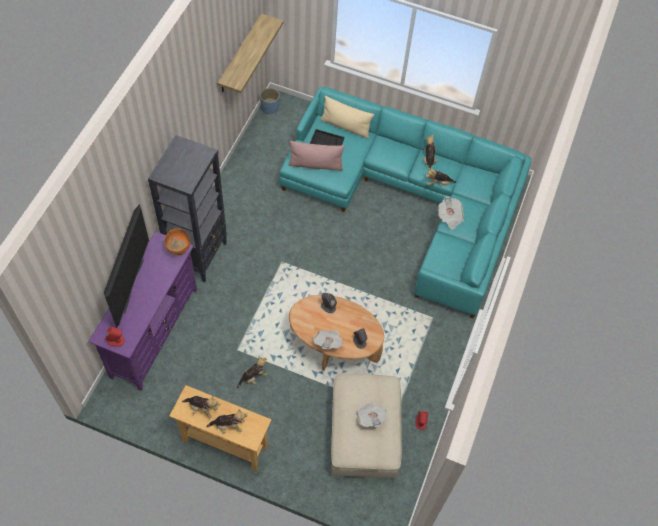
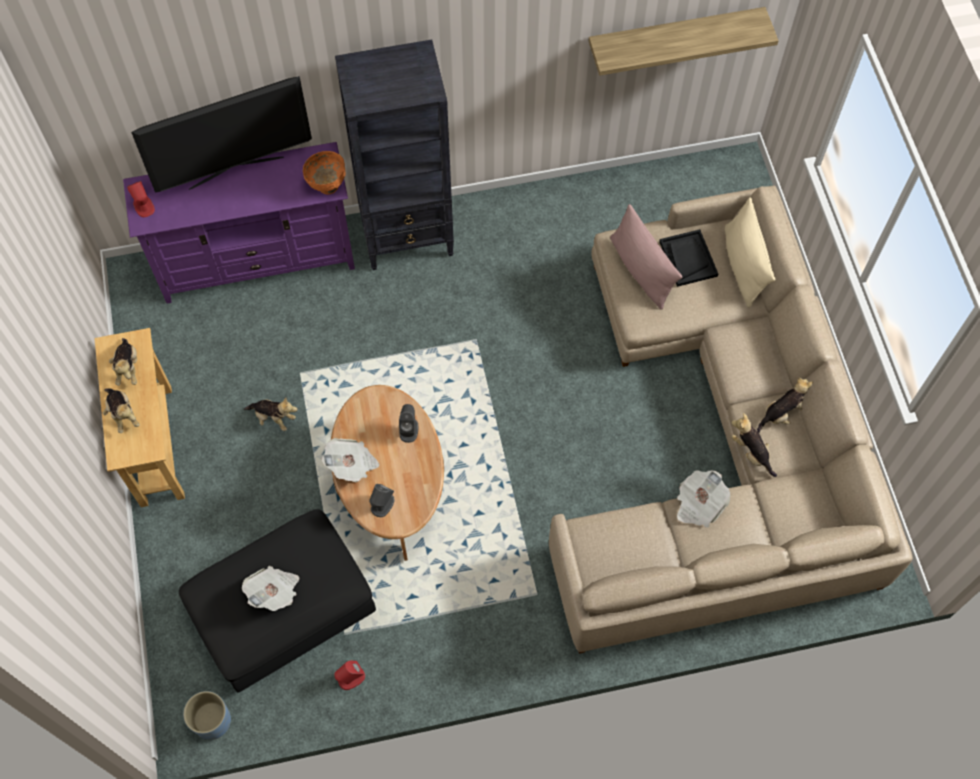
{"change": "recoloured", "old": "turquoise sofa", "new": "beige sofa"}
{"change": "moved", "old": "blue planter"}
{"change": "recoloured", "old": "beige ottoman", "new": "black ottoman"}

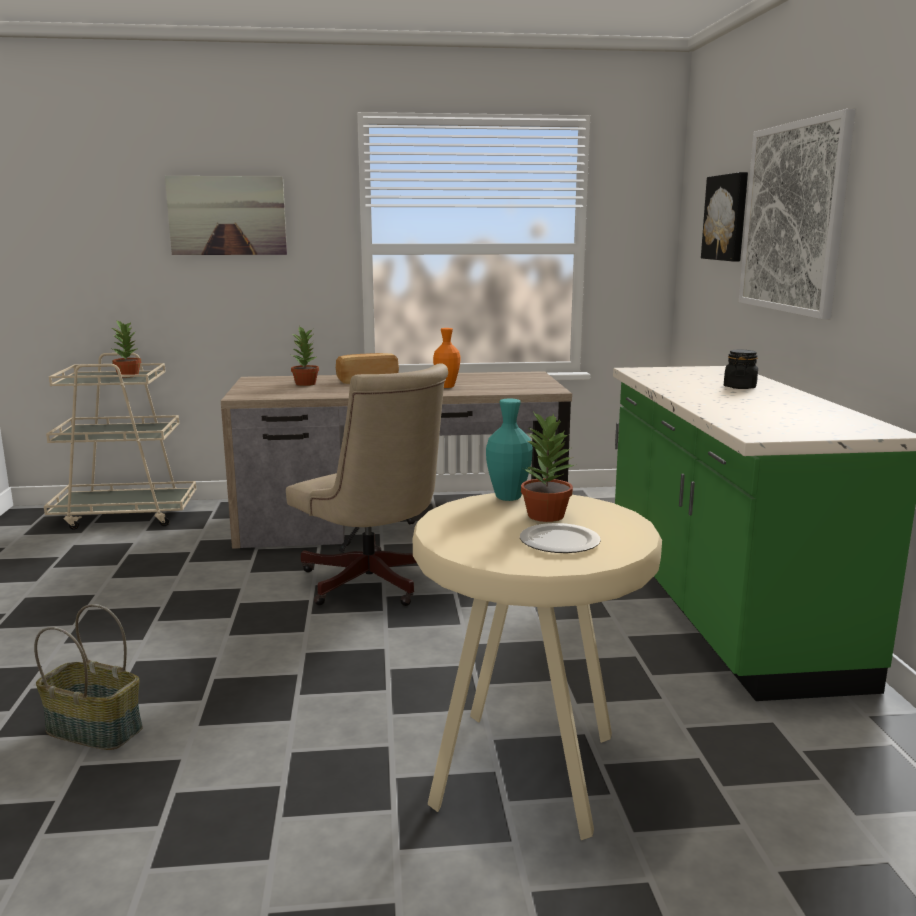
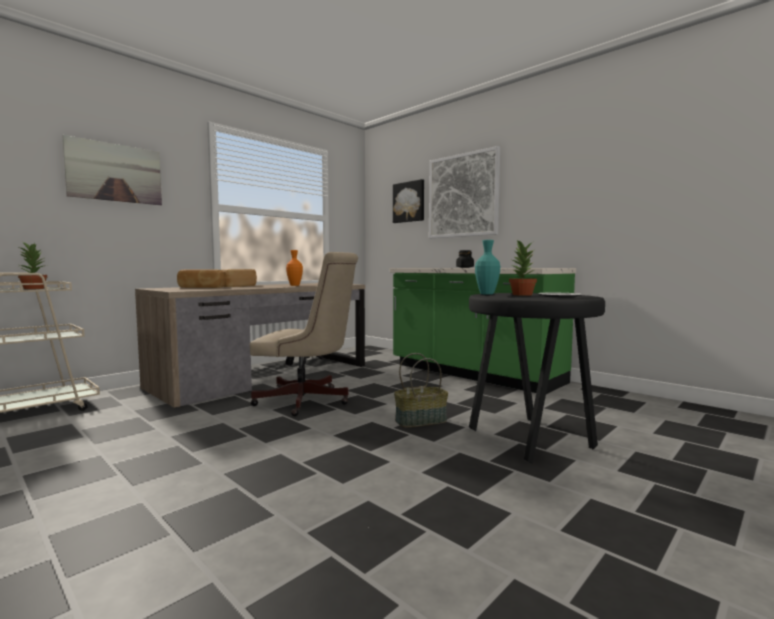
{"change": "replaced", "old": "potted plant (2nd from left)", "new": "bread (1st from left)"}
{"change": "recoloured", "old": "beige stool", "new": "black stool"}
{"change": "moved", "old": "basket"}

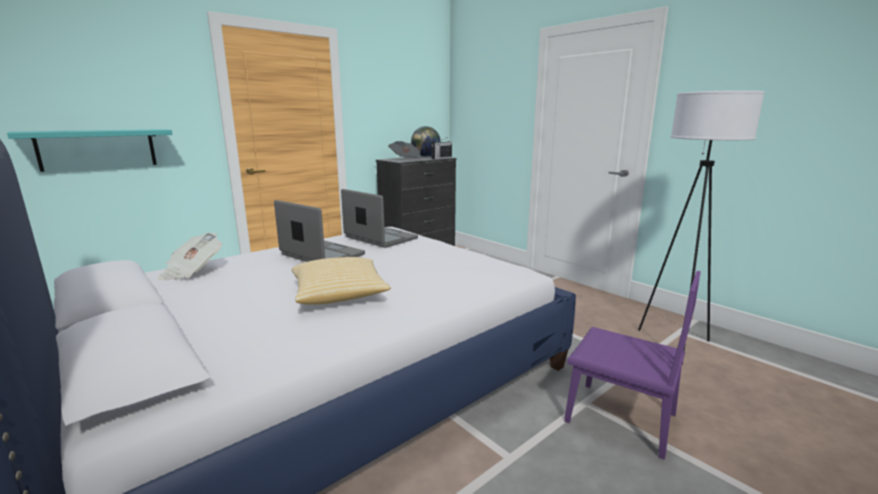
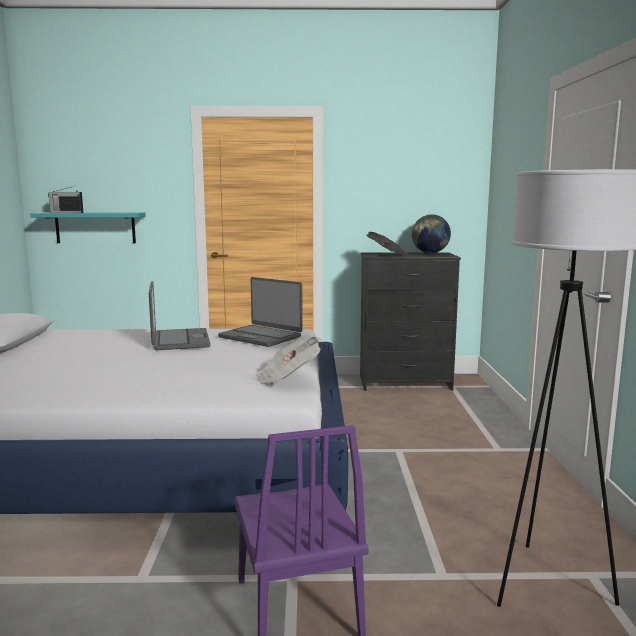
{"change": "moved", "old": "radio"}
{"change": "turned", "old": "laptop (2nd from left)", "degrees": 135}
{"change": "moved", "old": "newspaper (1st from left)"}
{"change": "removed", "old": "pillow"}

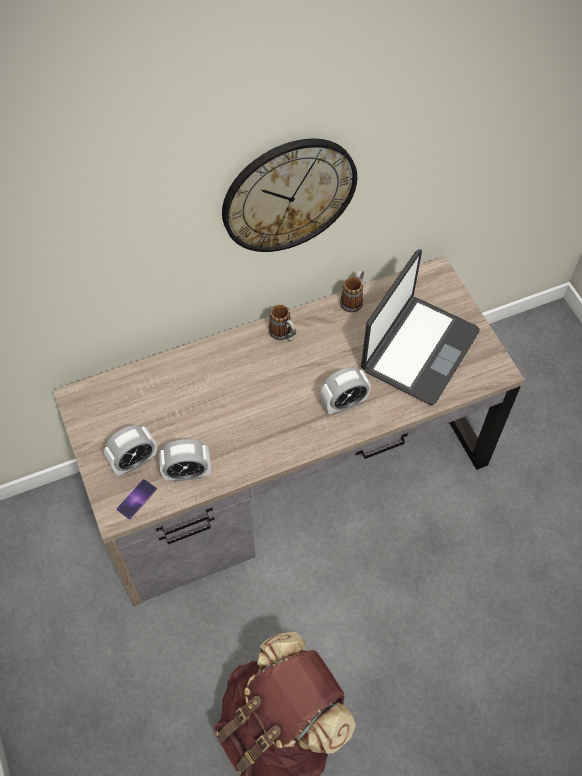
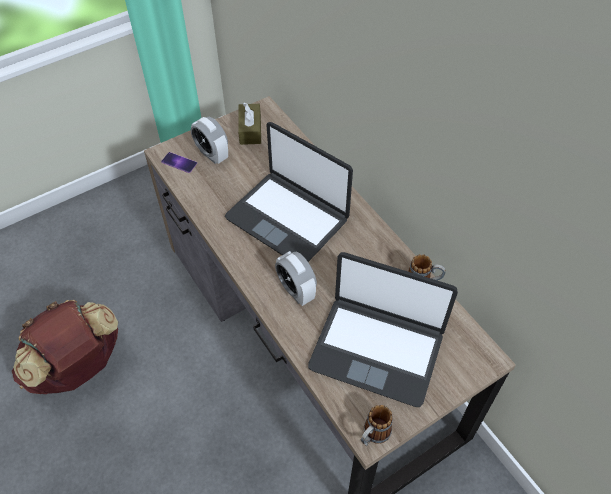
{"change": "removed", "old": "wall clock"}
{"change": "moved", "old": "mug (1st from left)"}
{"change": "removed", "old": "alarm clock (2nd from left)"}
{"change": "added", "new": "brown tissue box"}
{"change": "added", "new": "laptop (1st from left)"}

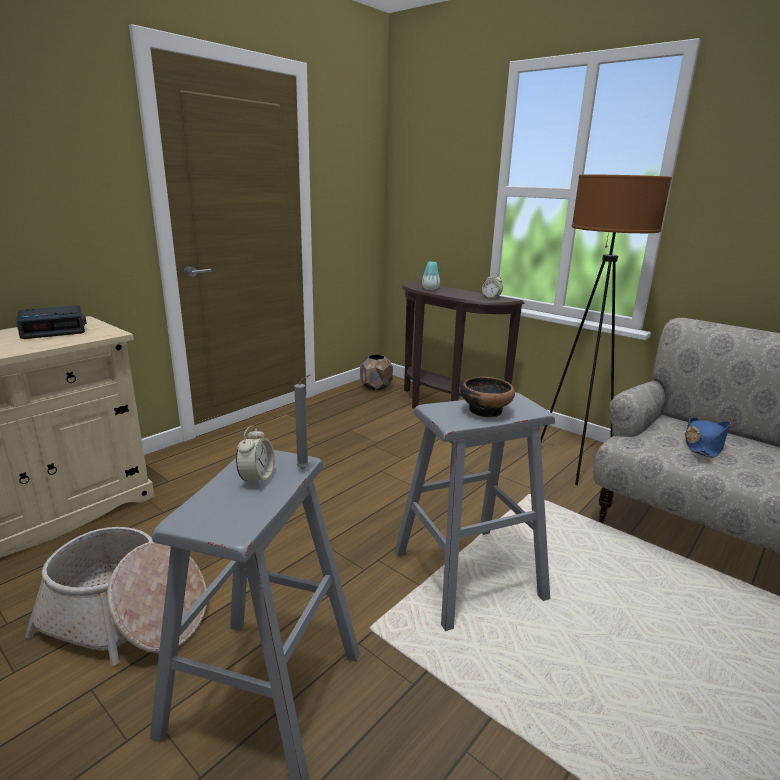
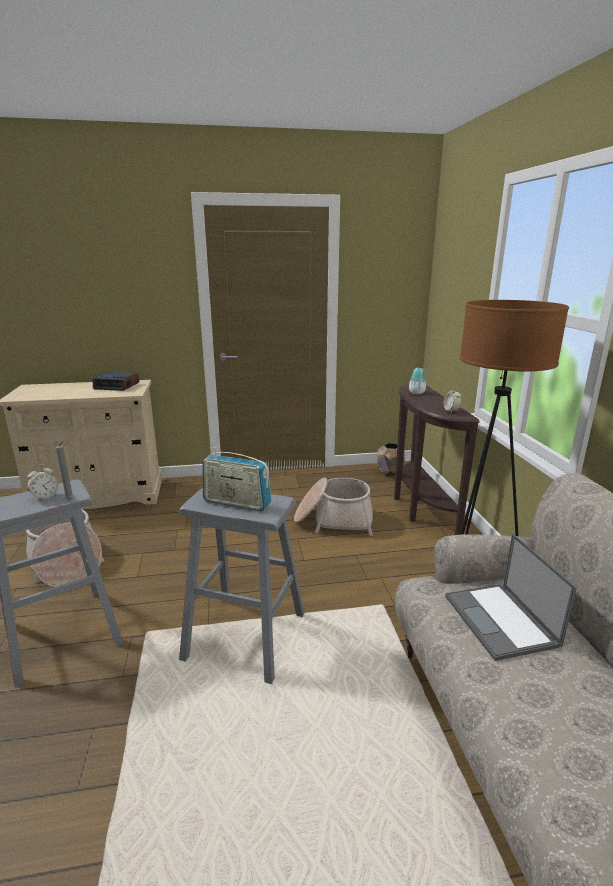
{"change": "replaced", "old": "bowl", "new": "radio"}
{"change": "replaced", "old": "blue hat", "new": "laptop"}
{"change": "added", "new": "basket (2nd from left)"}

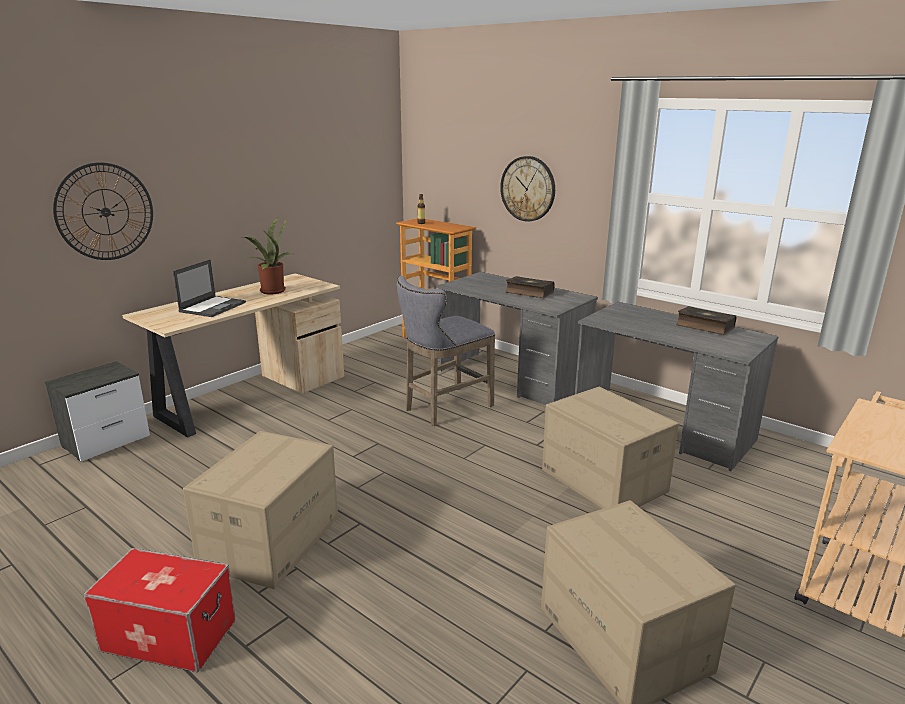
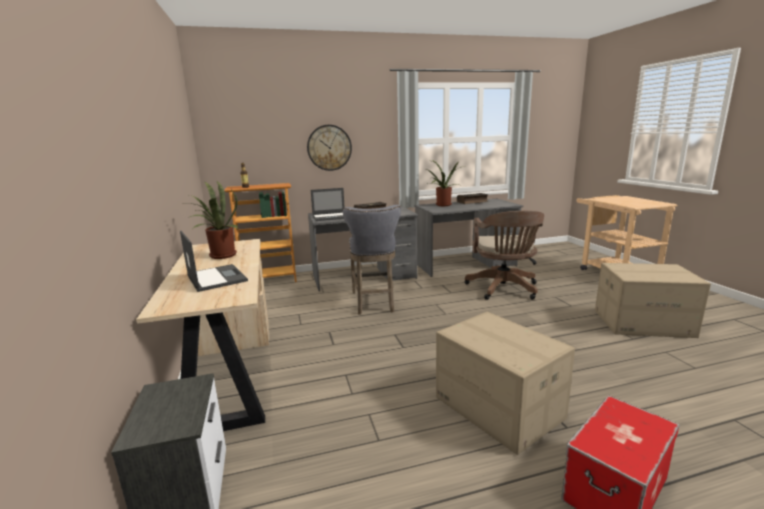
{"change": "removed", "old": "wall clock (1st from left)"}
{"change": "replaced", "old": "cardboard box (2nd from left)", "new": "brown office chair"}
{"change": "added", "new": "potted plant (2nd from left)"}
{"change": "added", "new": "laptop (2nd from left)"}

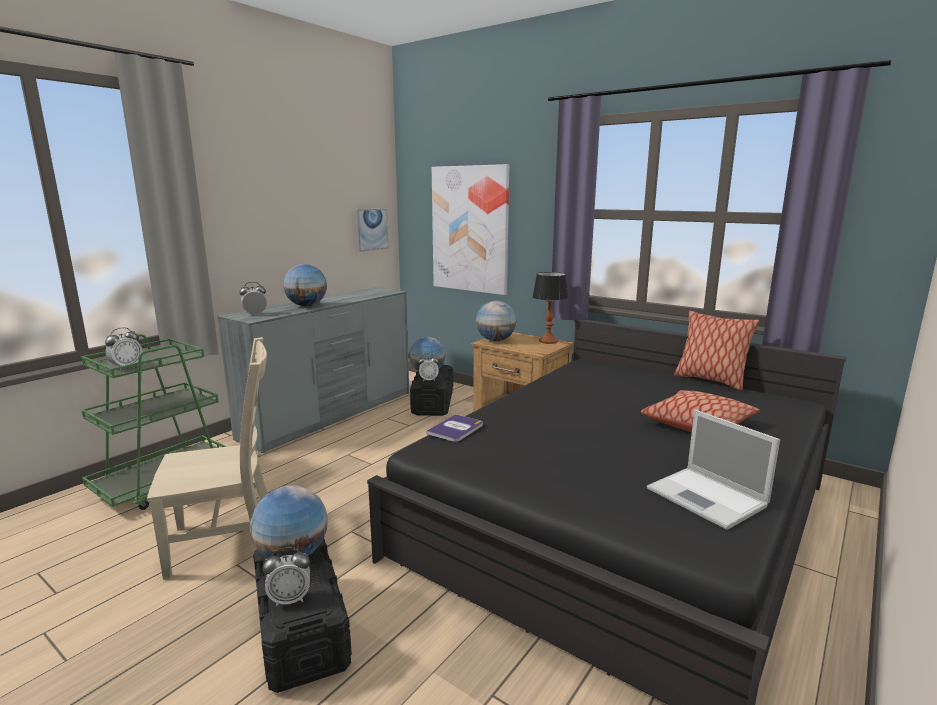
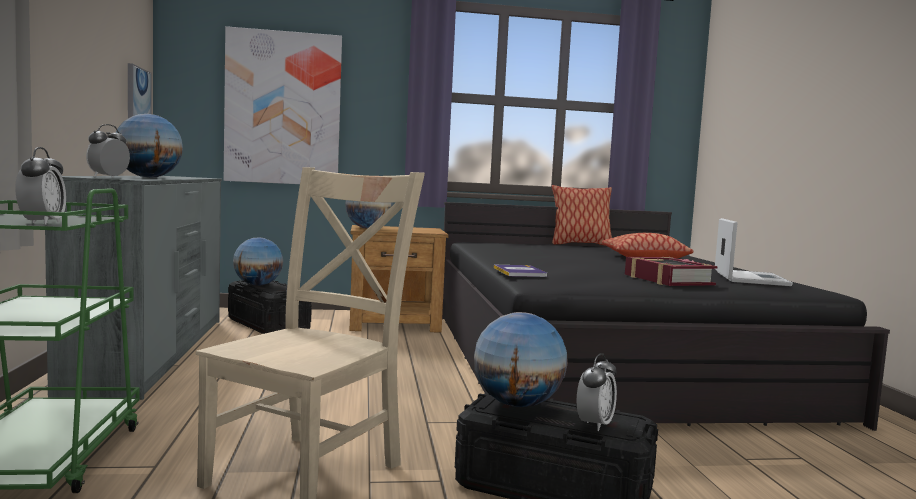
{"change": "removed", "old": "table lamp"}
{"change": "removed", "old": "alarm clock (4th from left)"}
{"change": "turned", "old": "laptop", "degrees": -90}
{"change": "added", "new": "book (2nd from left)"}

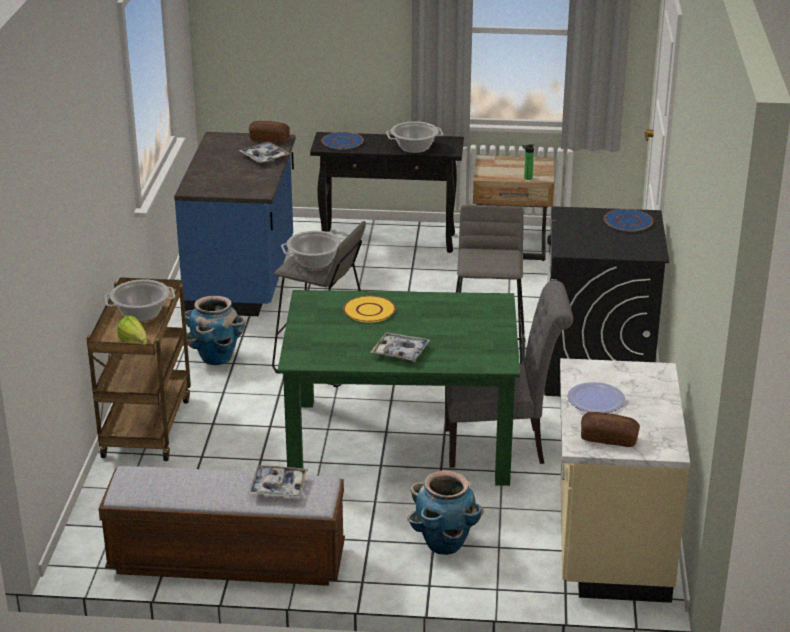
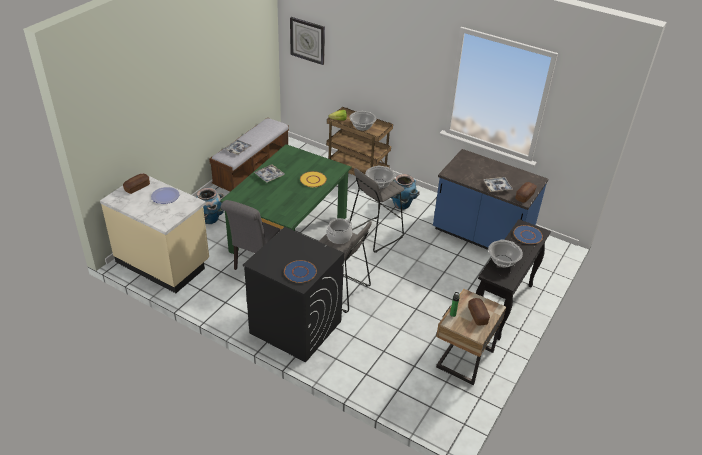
{"change": "added", "new": "wall clock"}
{"change": "added", "new": "cooking pot (1st from left)"}
{"change": "added", "new": "bread (2nd from left)"}

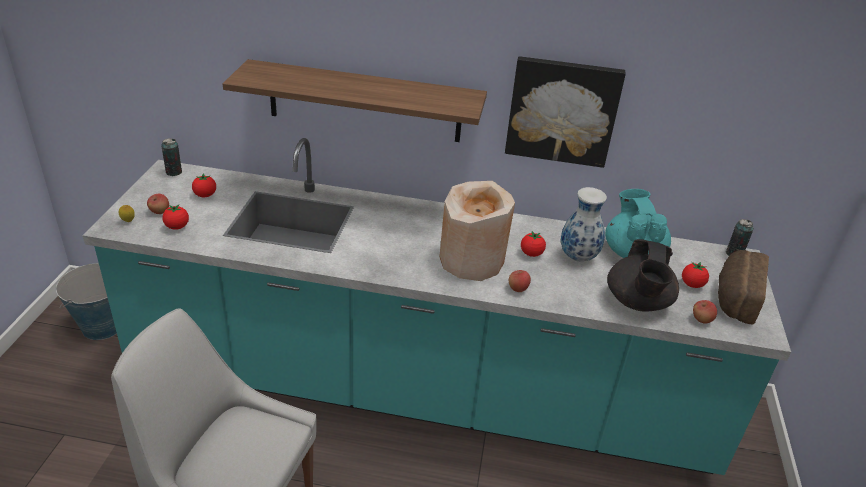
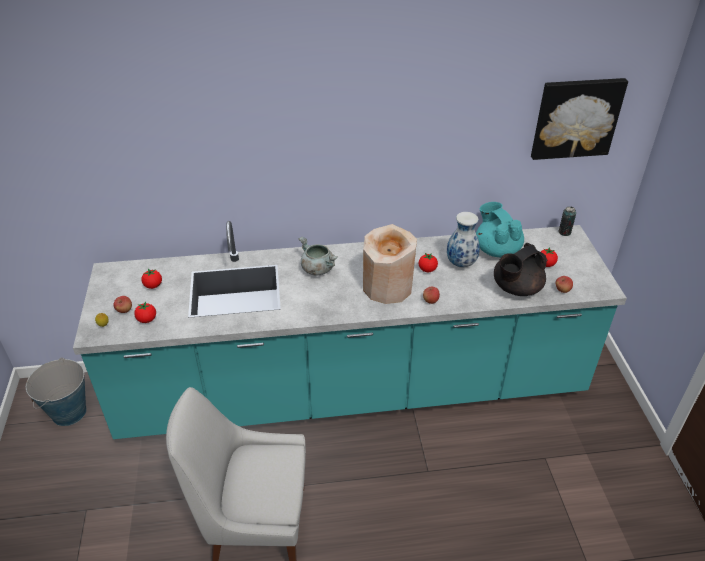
{"change": "moved", "old": "picture"}
{"change": "removed", "old": "shelf"}
{"change": "removed", "old": "can (1st from left)"}
{"change": "turned", "old": "black teapot", "degrees": 60}
{"change": "removed", "old": "bread"}
{"change": "added", "new": "grey cooking pot"}

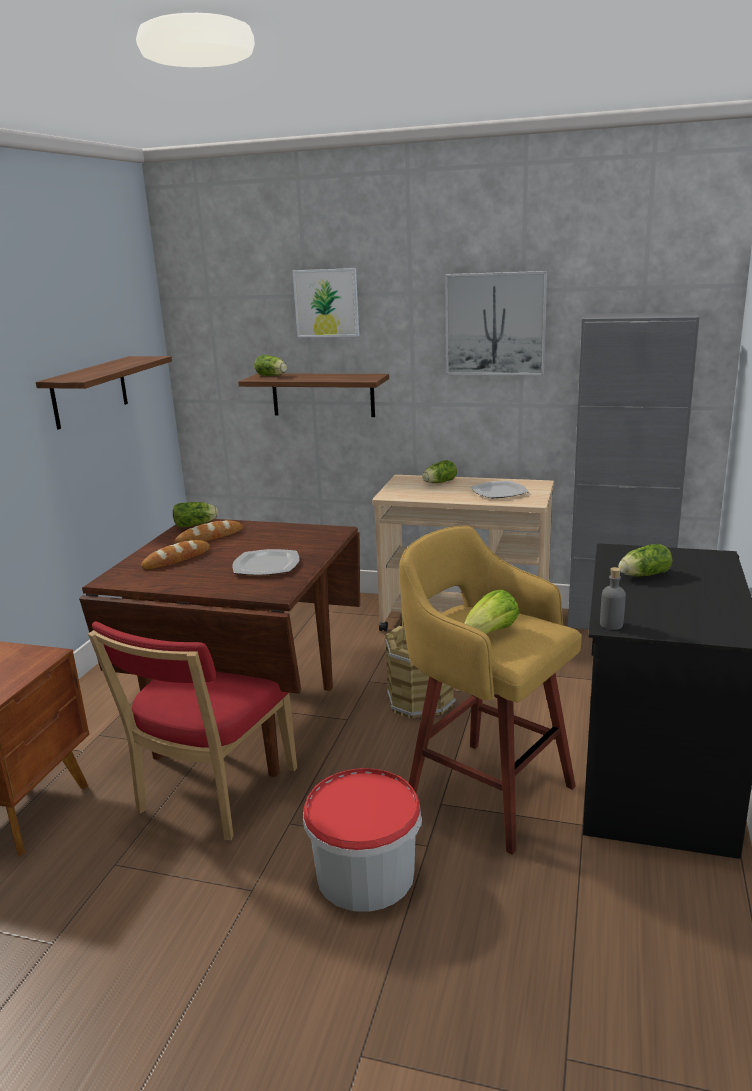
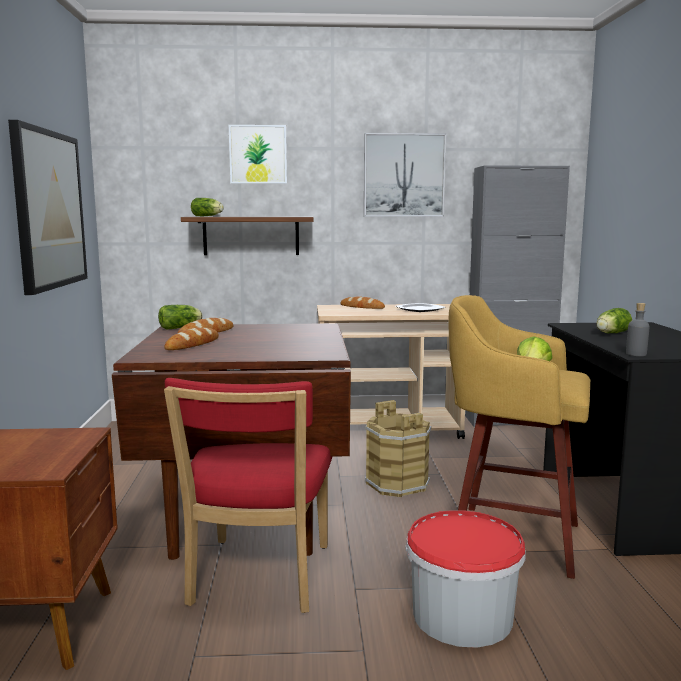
{"change": "replaced", "old": "shelf (1st from left)", "new": "picture (1st from left)"}
{"change": "replaced", "old": "lettuce (3rd from left)", "new": "bread (3rd from left)"}
{"change": "removed", "old": "plate (1st from left)"}

